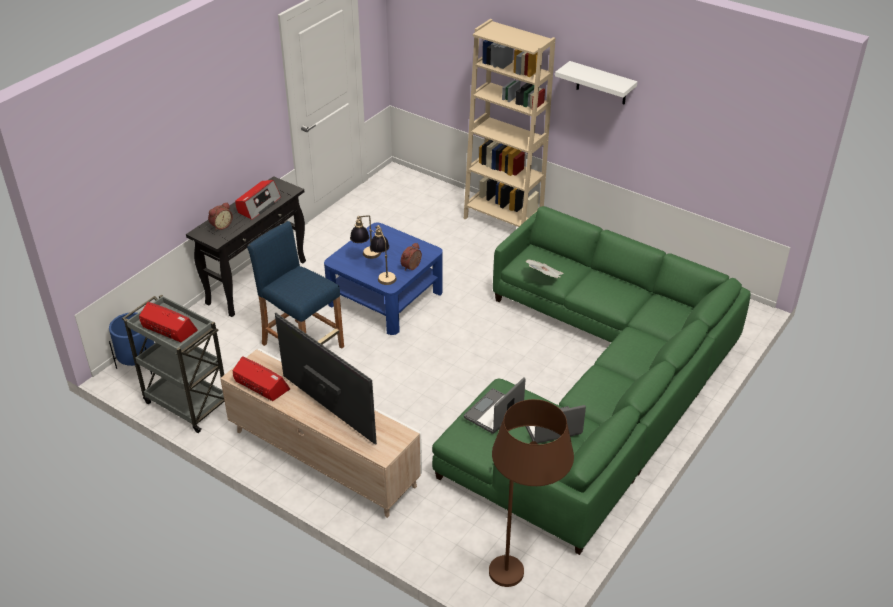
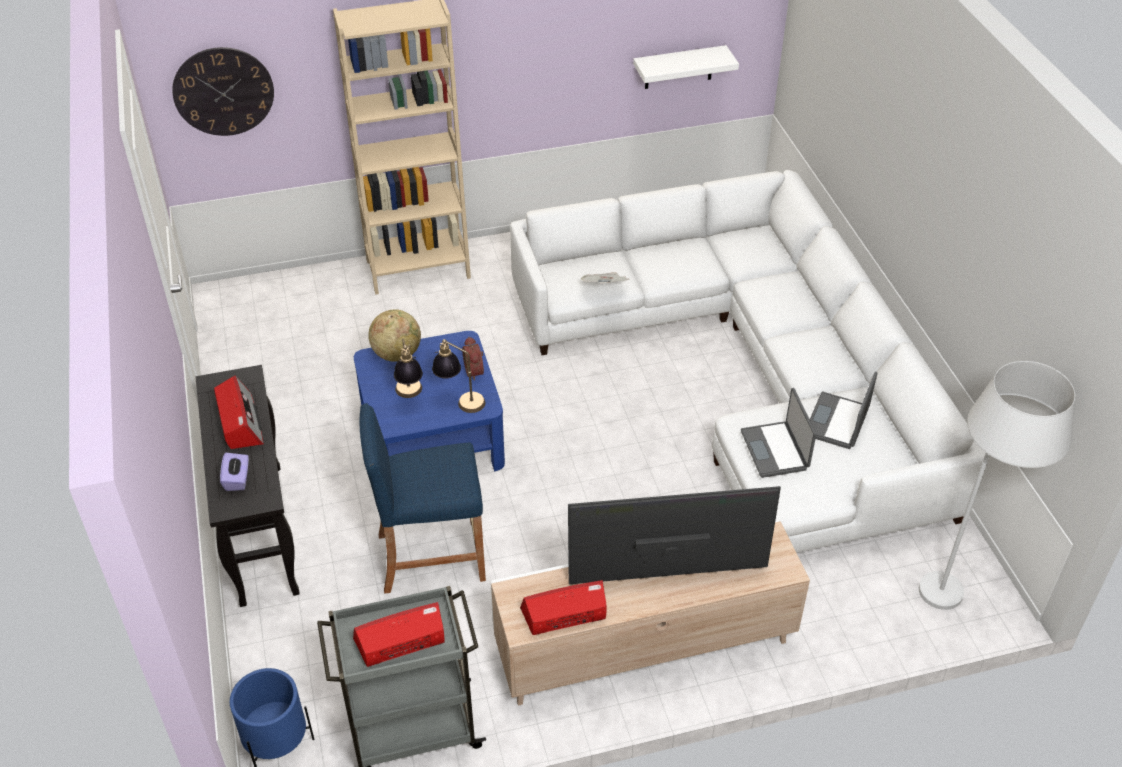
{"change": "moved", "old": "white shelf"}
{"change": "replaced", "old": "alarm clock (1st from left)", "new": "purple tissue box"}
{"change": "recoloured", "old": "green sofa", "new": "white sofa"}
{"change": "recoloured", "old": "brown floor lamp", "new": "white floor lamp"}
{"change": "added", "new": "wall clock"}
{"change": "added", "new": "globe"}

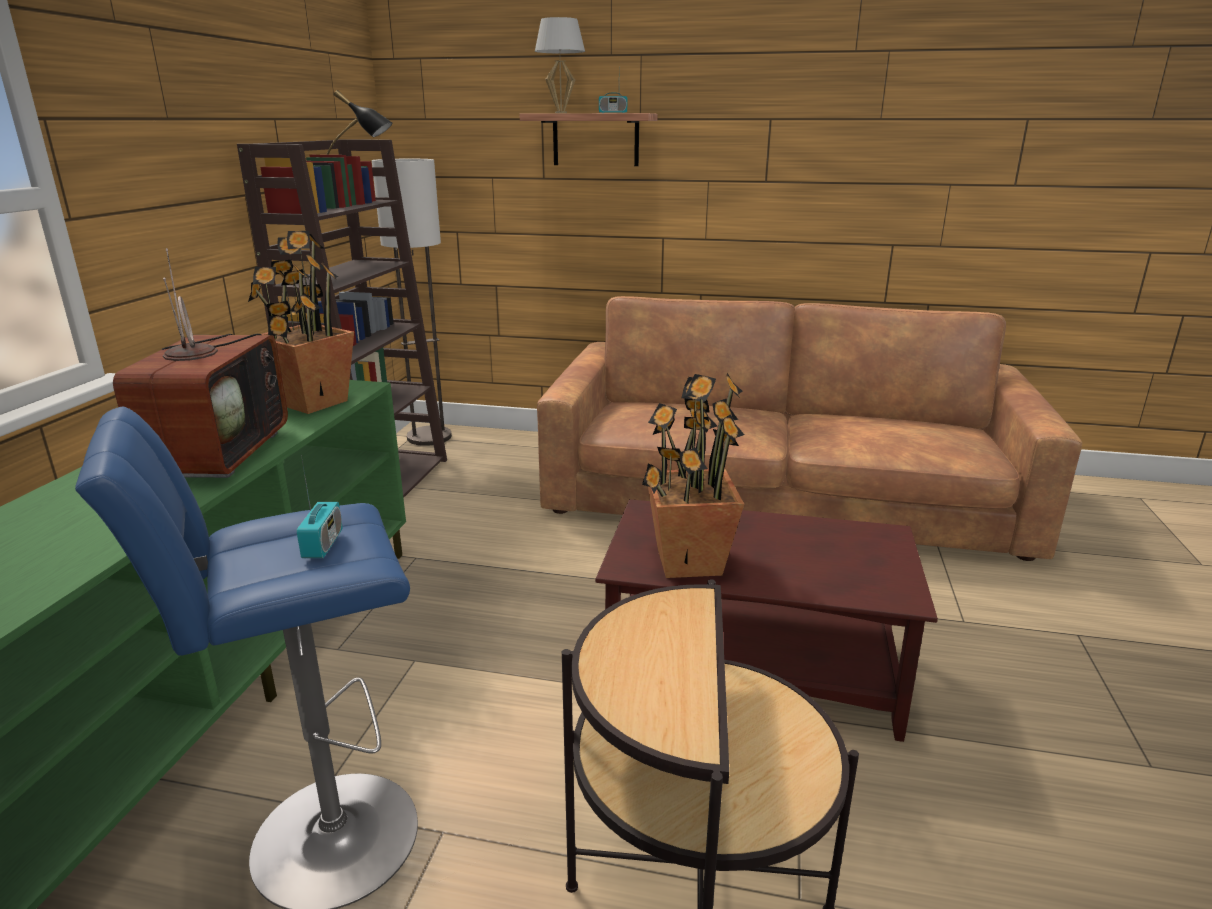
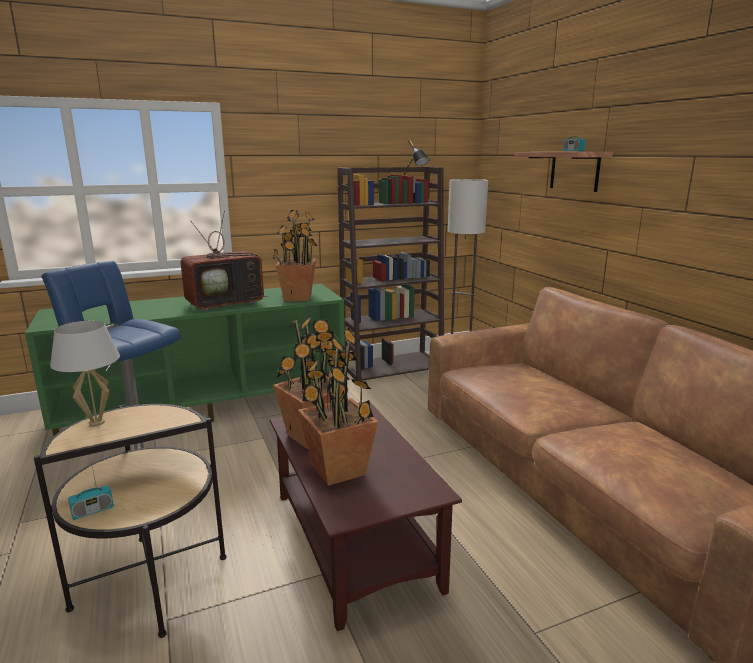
{"change": "moved", "old": "white table lamp"}
{"change": "moved", "old": "radio (1st from left)"}
{"change": "added", "new": "potted plant (3rd from left)"}

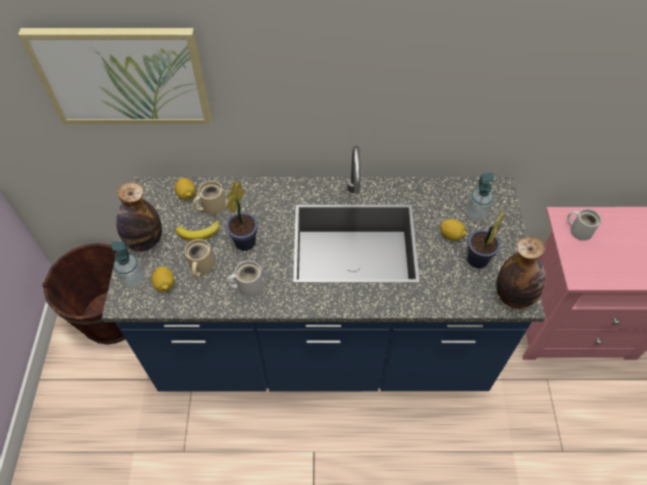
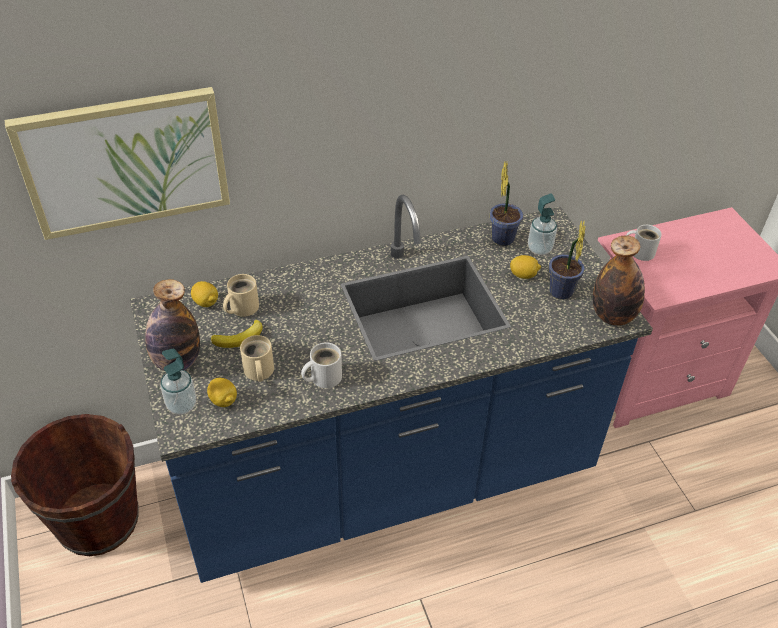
{"change": "moved", "old": "potted plant (1st from left)"}

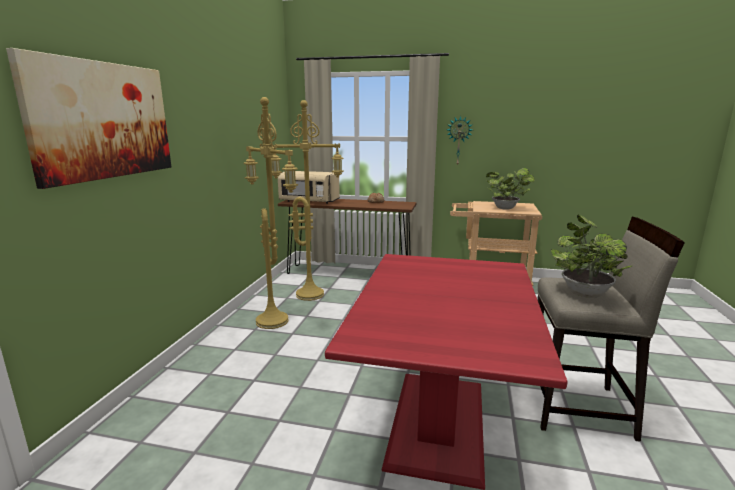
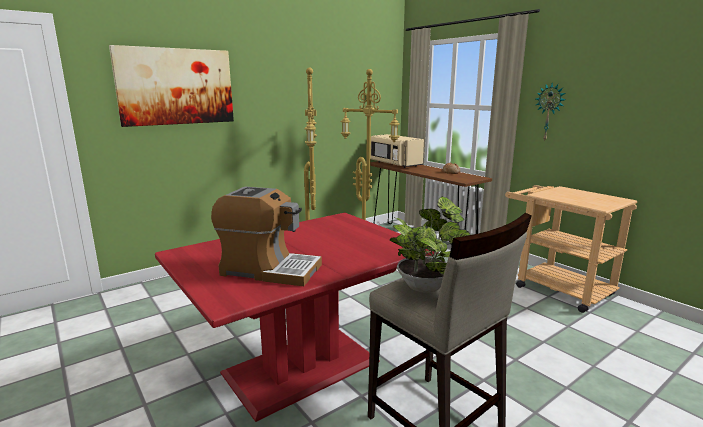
{"change": "removed", "old": "potted plant (1st from left)"}
{"change": "added", "new": "coffee machine"}

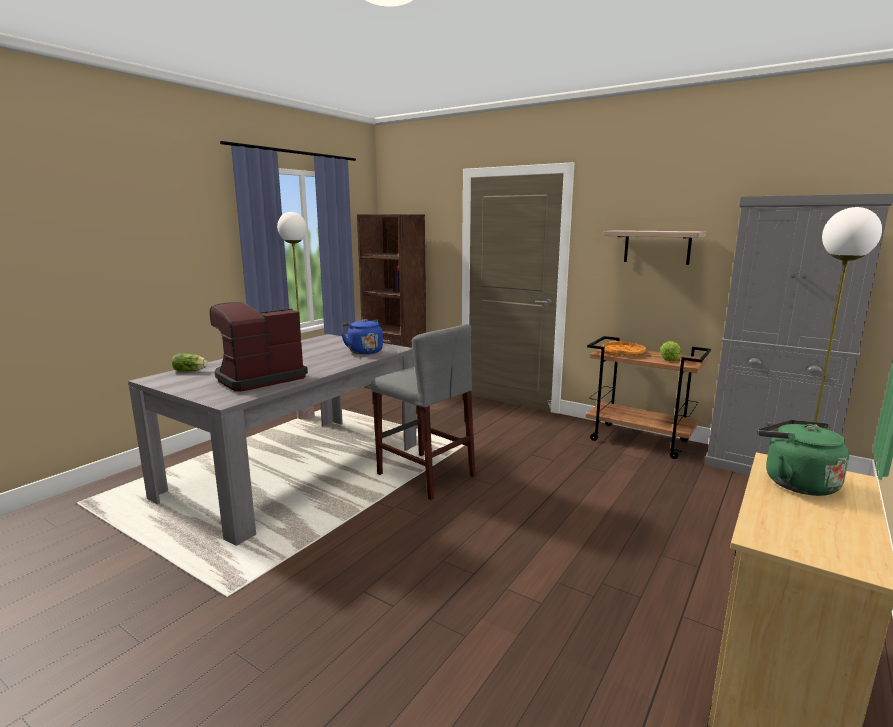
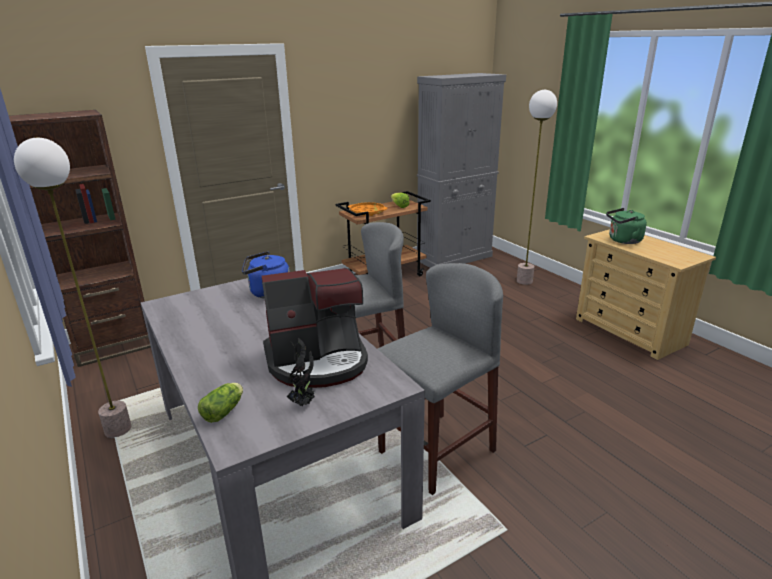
{"change": "removed", "old": "shelf"}
{"change": "turned", "old": "coffee machine", "degrees": -90}
{"change": "added", "new": "grey stool (2nd from left)"}
{"change": "added", "new": "potted plant"}

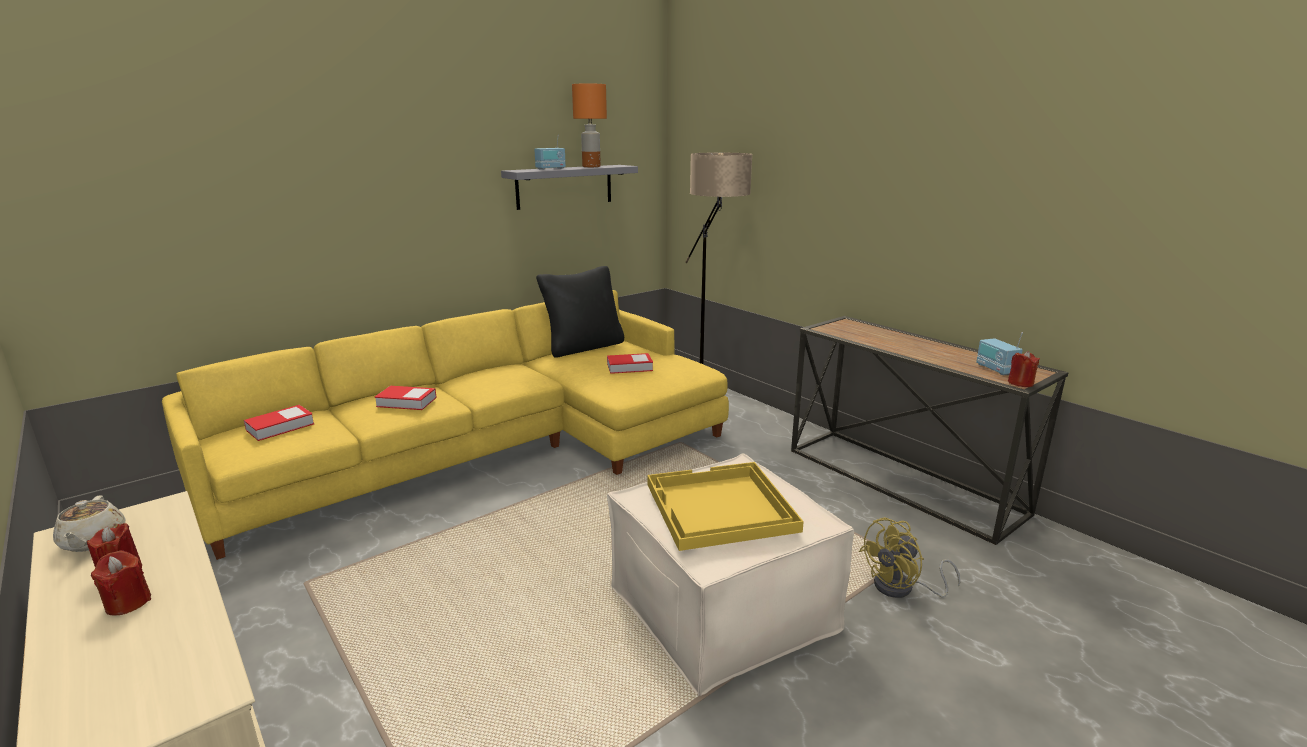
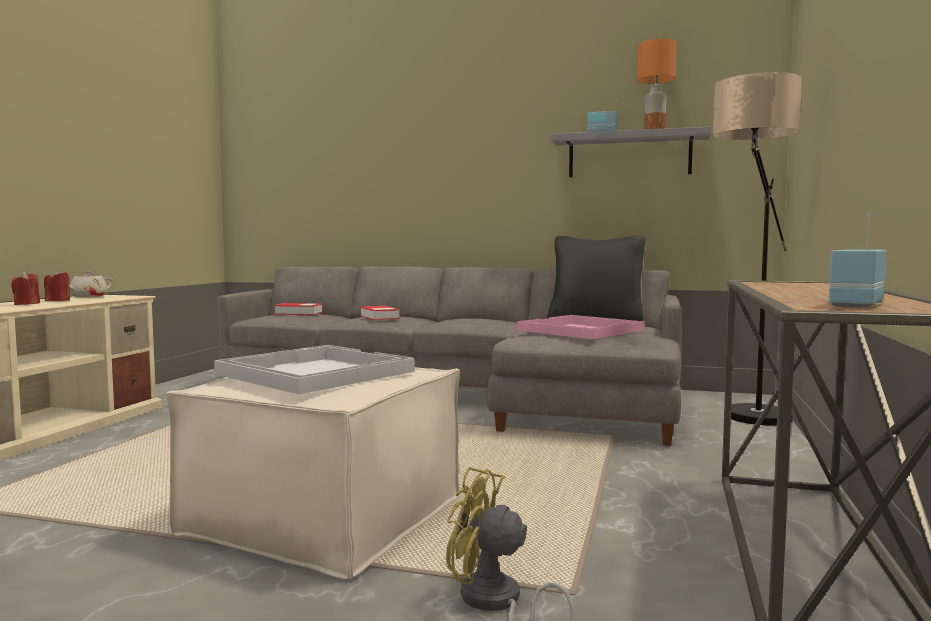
{"change": "recoloured", "old": "yellow sofa", "new": "grey sofa"}
{"change": "removed", "old": "red candle (3rd from left)"}
{"change": "replaced", "old": "book (3rd from left)", "new": "pink tray"}
{"change": "recoloured", "old": "yellow tray", "new": "white tray"}

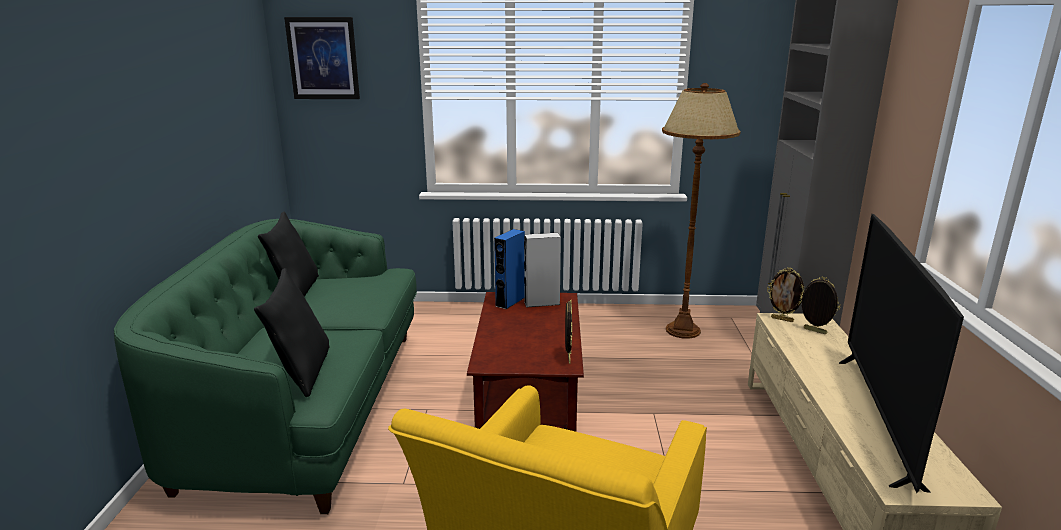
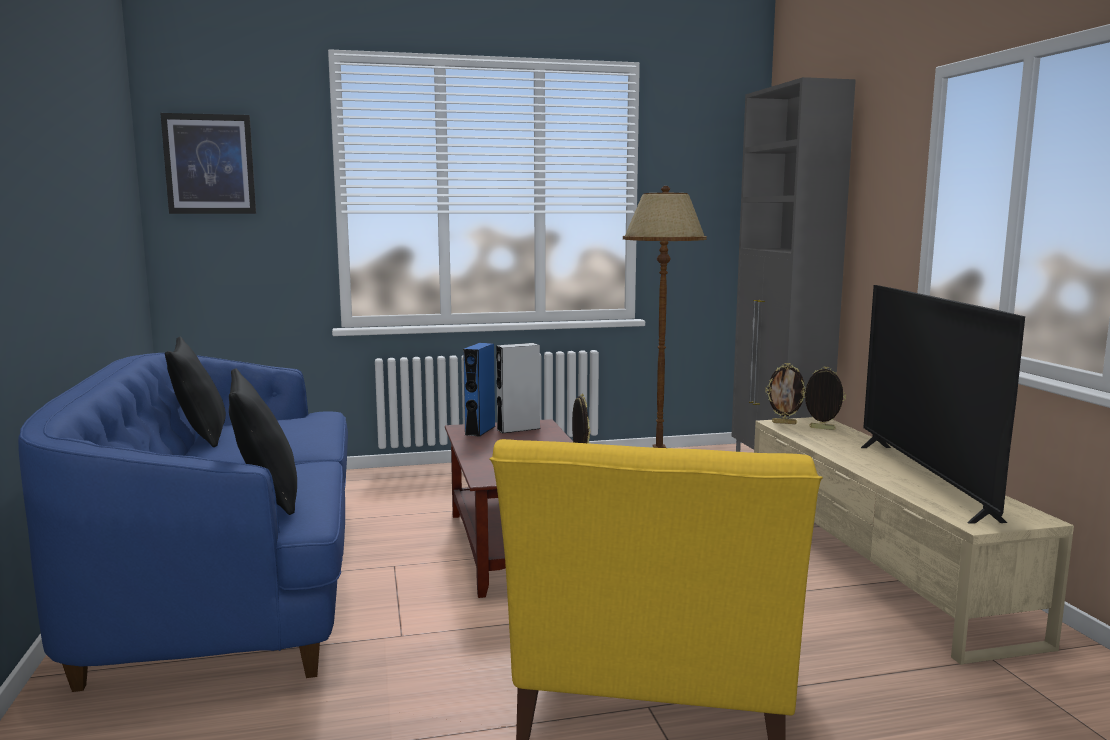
{"change": "recoloured", "old": "green sofa", "new": "blue sofa"}

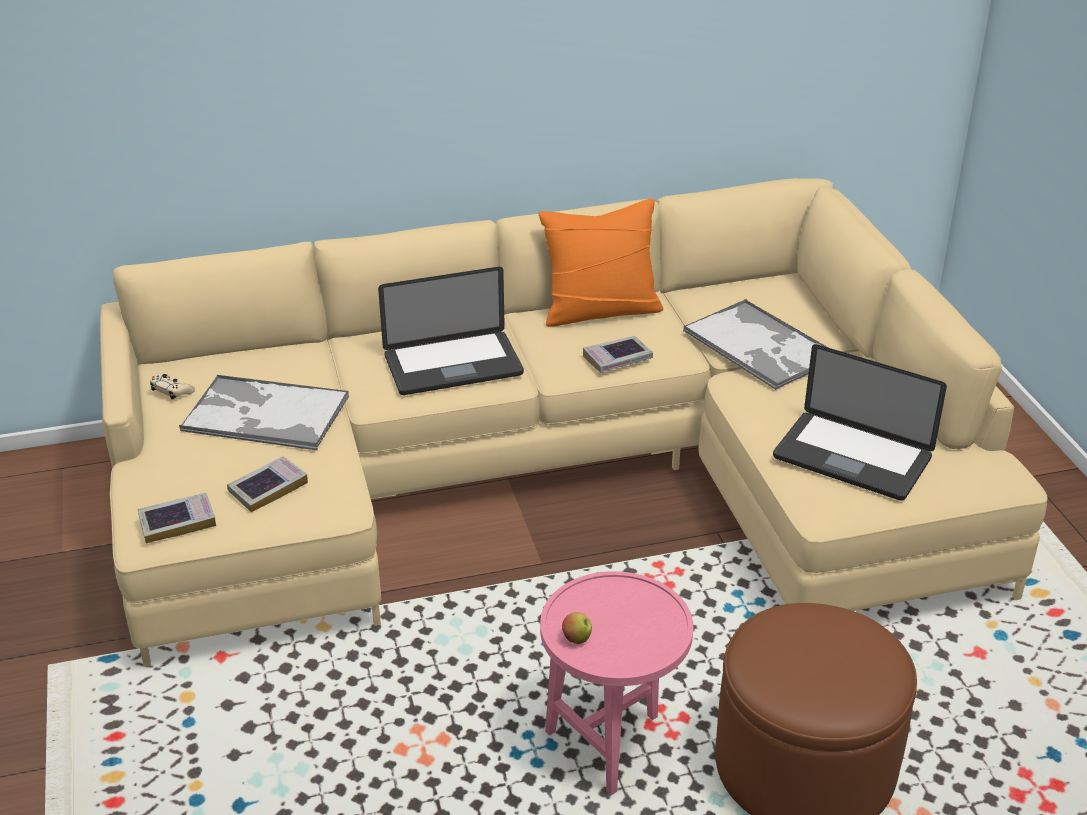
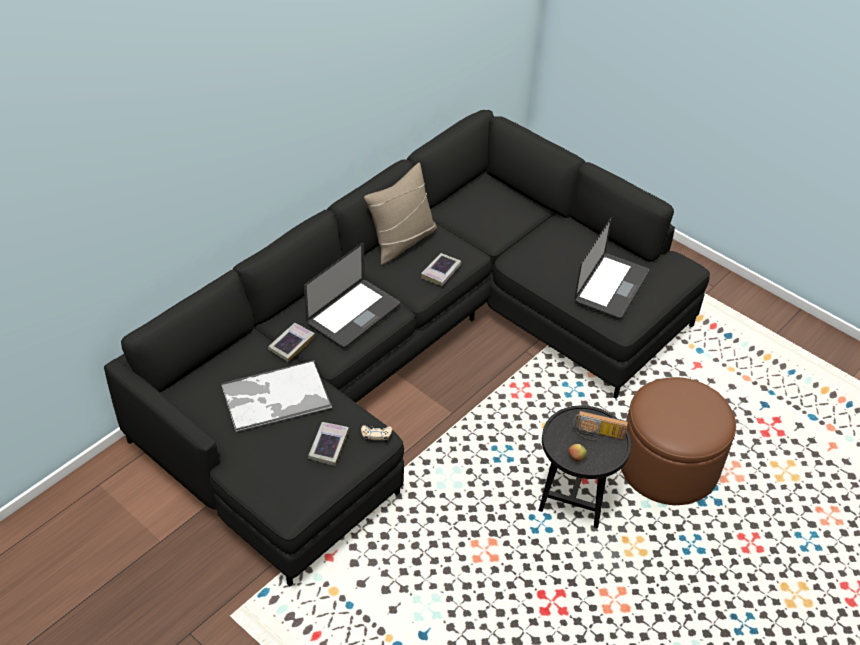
{"change": "recoloured", "old": "beige sofa", "new": "black sofa"}
{"change": "recoloured", "old": "orange pillow", "new": "beige pillow"}
{"change": "removed", "old": "tray (2nd from left)"}
{"change": "turned", "old": "laptop (2nd from left)", "degrees": -60}
{"change": "moved", "old": "beige game controller"}
{"change": "moved", "old": "book (1st from left)"}
{"change": "recoloured", "old": "pink side table", "new": "black side table"}
{"change": "added", "new": "radio"}

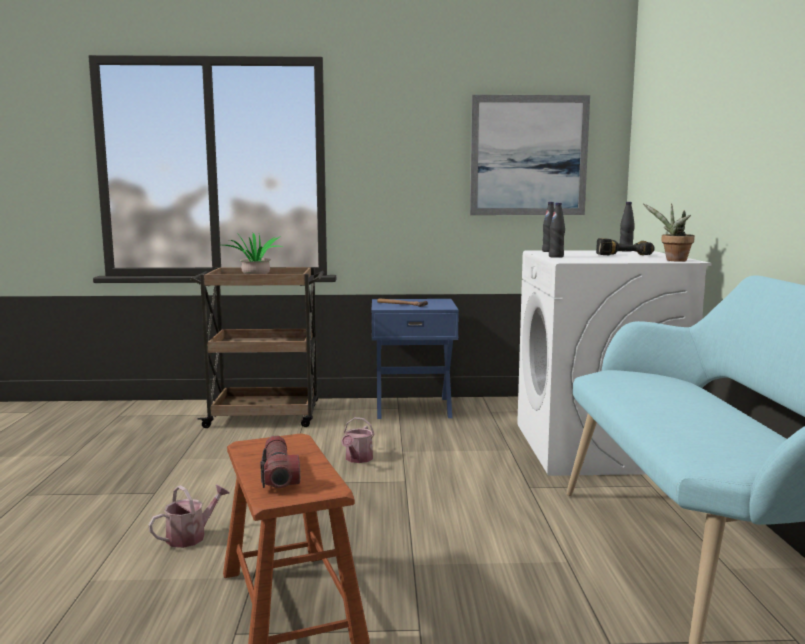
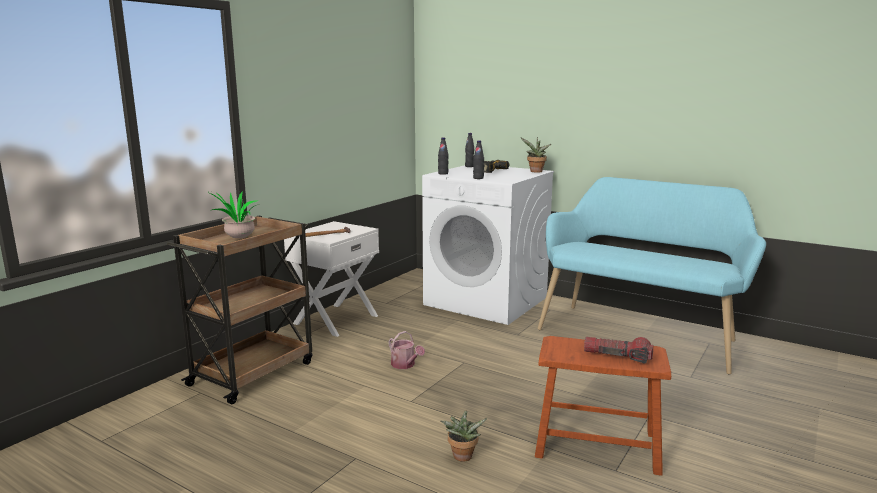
{"change": "removed", "old": "picture"}
{"change": "recoloured", "old": "blue nightstand", "new": "white nightstand"}
{"change": "replaced", "old": "watering can (1st from left)", "new": "potted plant (2nd from left)"}

